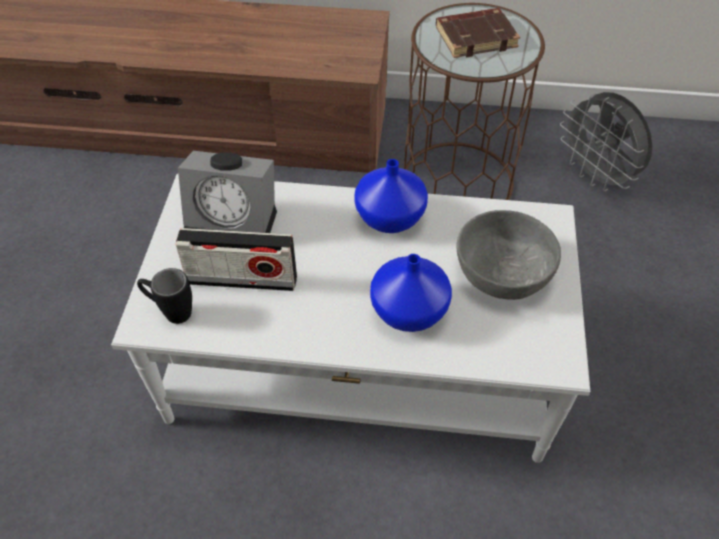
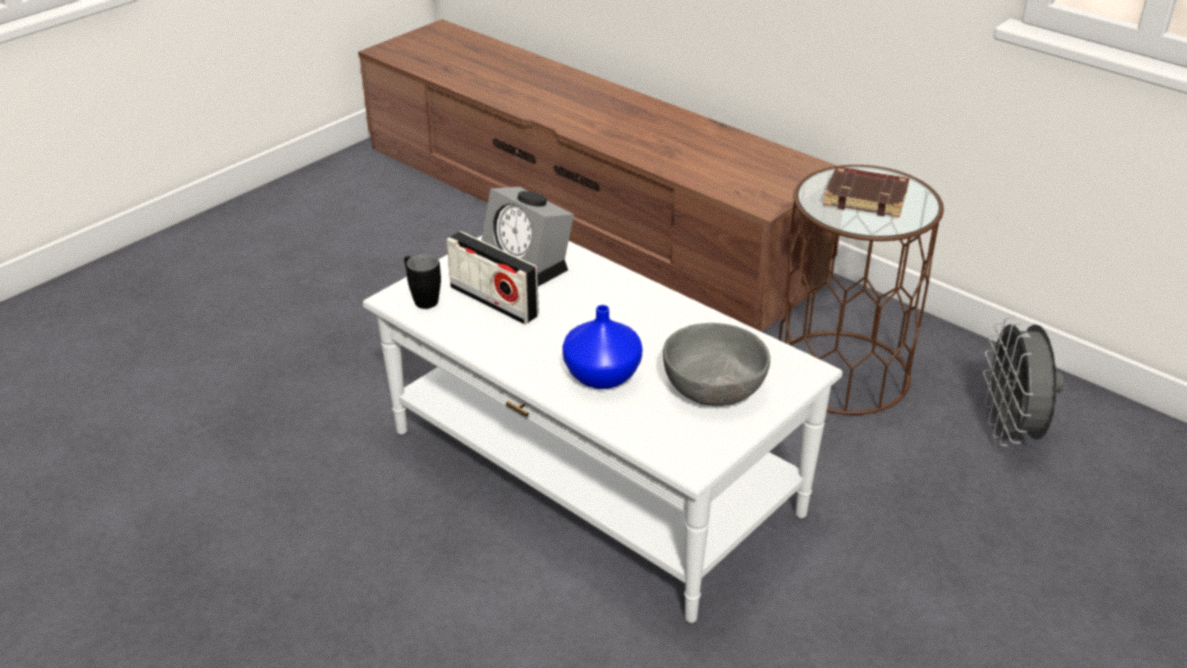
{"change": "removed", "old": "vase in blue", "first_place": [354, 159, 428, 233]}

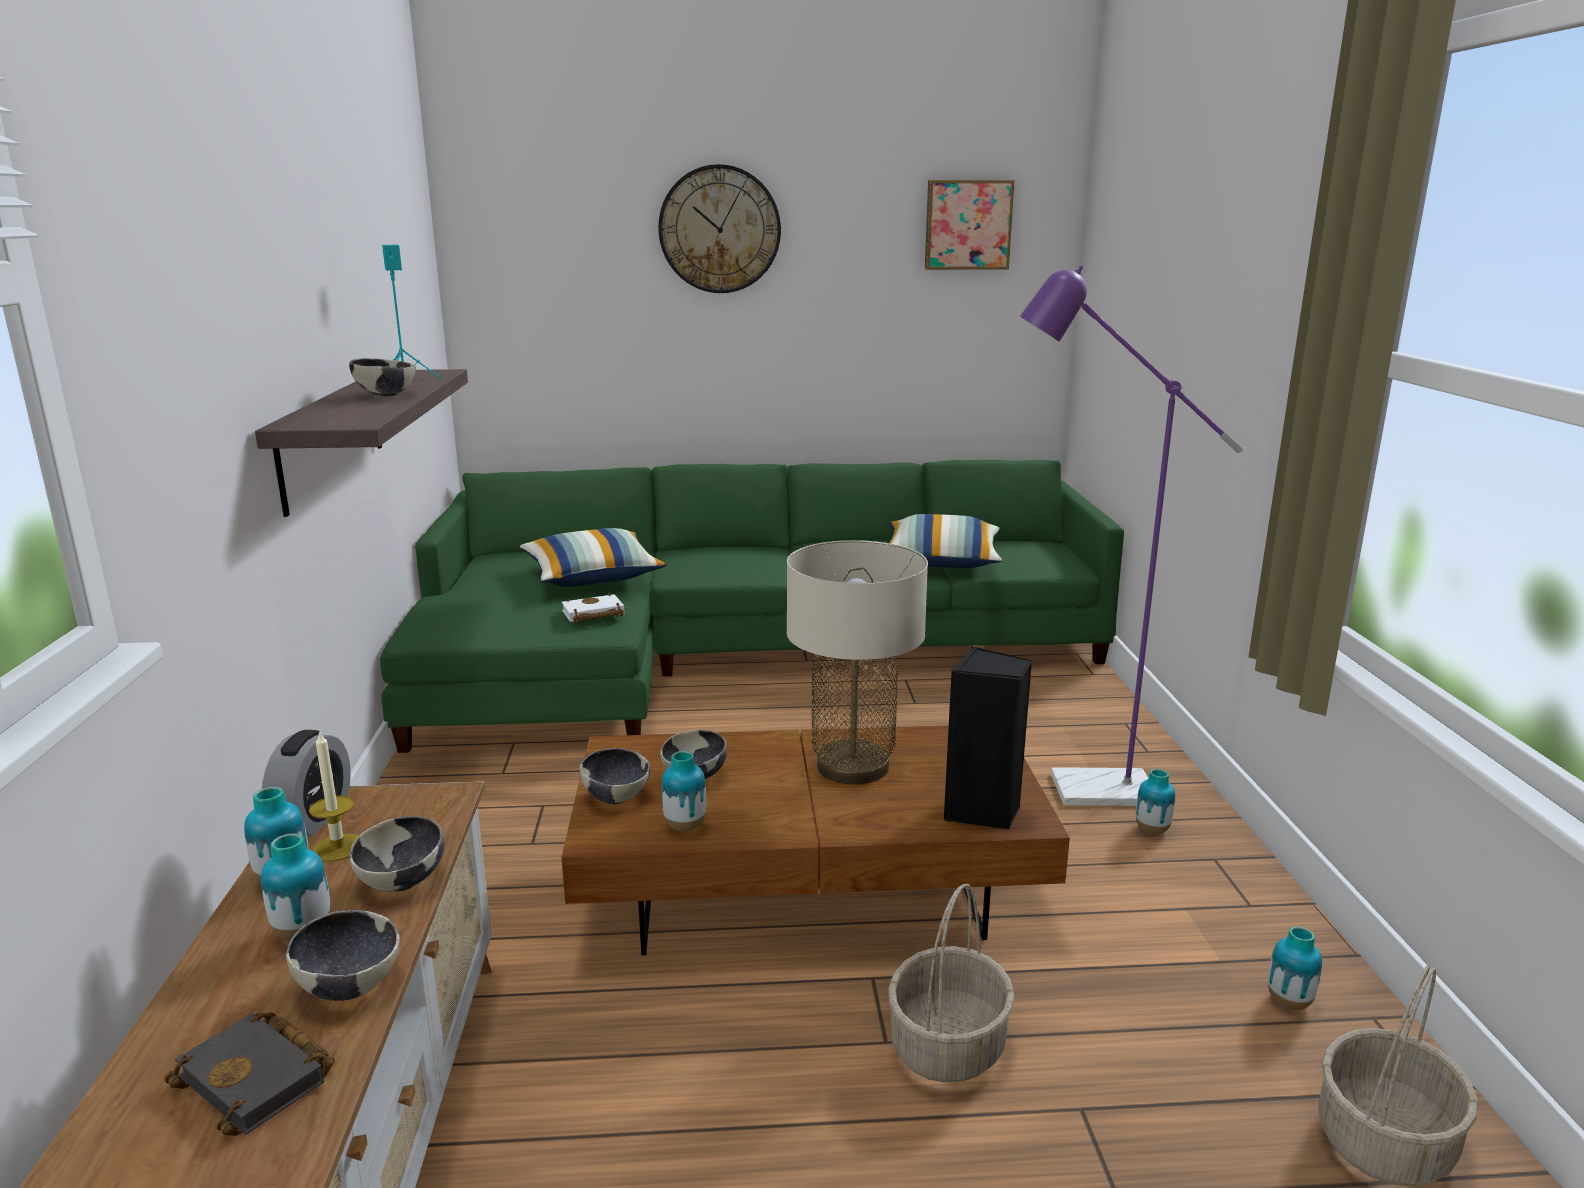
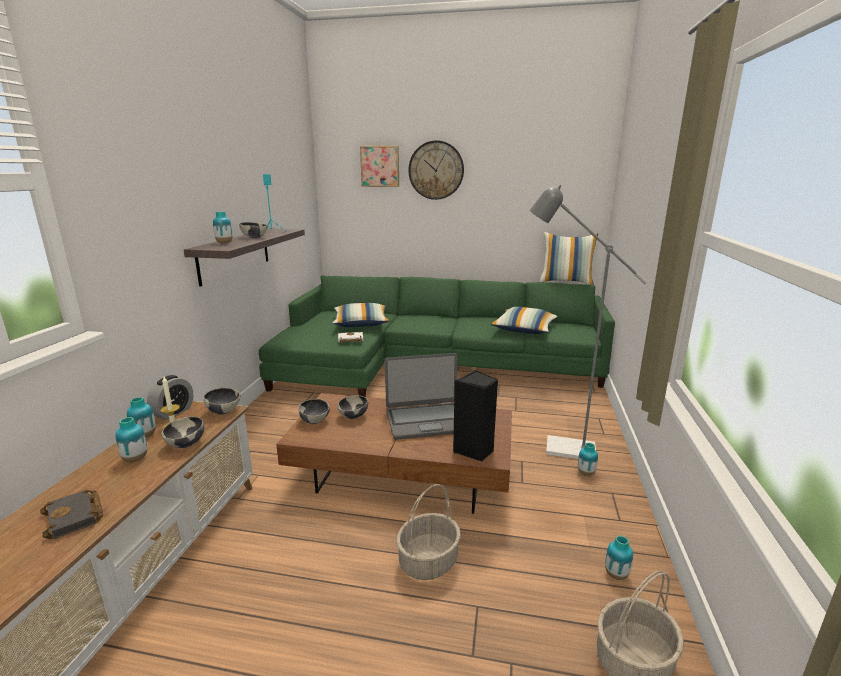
{"change": "moved", "old": "picture", "first_place": [925, 180, 1015, 270], "second_place": [360, 146, 399, 187]}
{"change": "recoloured", "old": "floor lamp in purple", "new": "floor lamp in grey", "first_place": [1020, 265, 1243, 806], "second_place": [529, 185, 647, 459]}
{"change": "replaced", "old": "table lamp", "new": "laptop", "first_place": [787, 540, 928, 784], "second_place": [385, 353, 457, 440]}
{"change": "moved", "old": "vase", "first_place": [662, 751, 706, 831], "second_place": [213, 211, 233, 244]}
{"change": "moved", "old": "bowl", "first_place": [286, 910, 400, 1001], "second_place": [203, 388, 240, 415]}
{"change": "added", "new": "pillow", "second_place": [540, 232, 598, 285]}

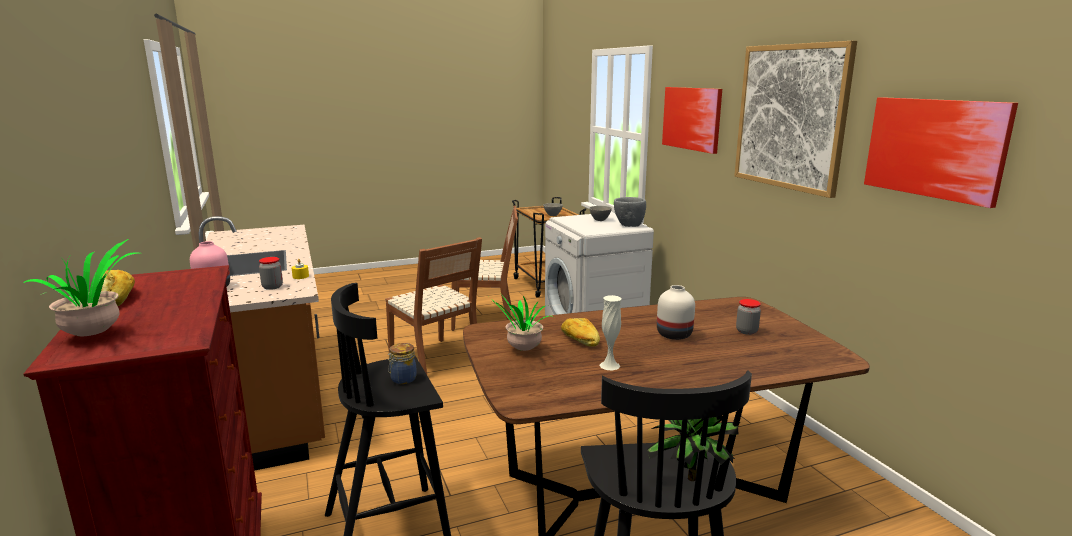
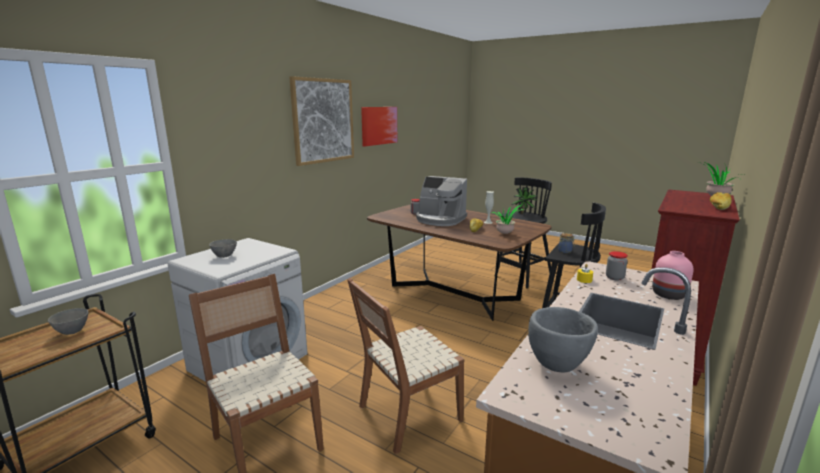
{"change": "removed", "old": "picture", "first_place": [662, 87, 722, 154]}
{"change": "moved", "old": "bowl in grey", "first_place": [614, 197, 646, 227], "second_place": [528, 307, 598, 372]}
{"change": "turned", "old": "chair", "first_place": [385, 237, 482, 374], "second_place": [347, 278, 464, 454], "degrees": -135}
{"change": "replaced", "old": "vase in white", "new": "coffee machine", "first_place": [657, 285, 695, 340], "second_place": [416, 176, 467, 226]}

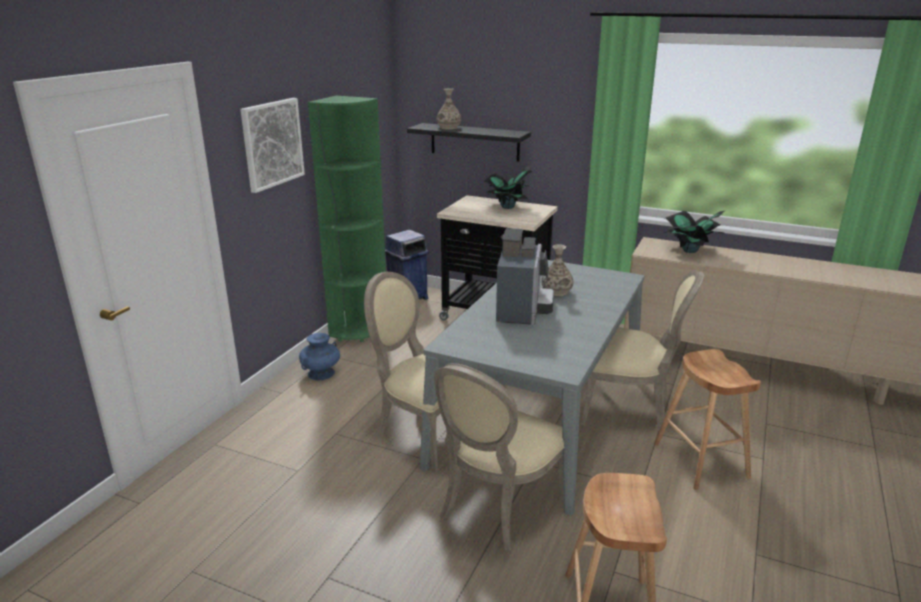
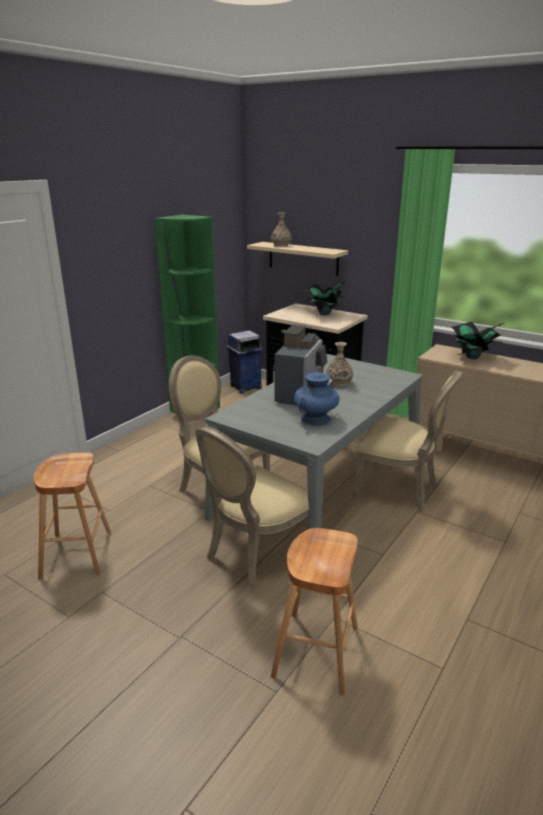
{"change": "removed", "old": "picture", "first_place": [240, 98, 305, 193]}
{"change": "recoloured", "old": "shelf in black", "new": "shelf in beige", "first_place": [407, 123, 531, 162], "second_place": [247, 242, 348, 276]}
{"change": "moved", "old": "vase in blue", "first_place": [299, 333, 340, 380], "second_place": [294, 372, 340, 425]}
{"change": "moved", "old": "stool in brown", "first_place": [654, 349, 761, 490], "second_place": [34, 452, 111, 579]}

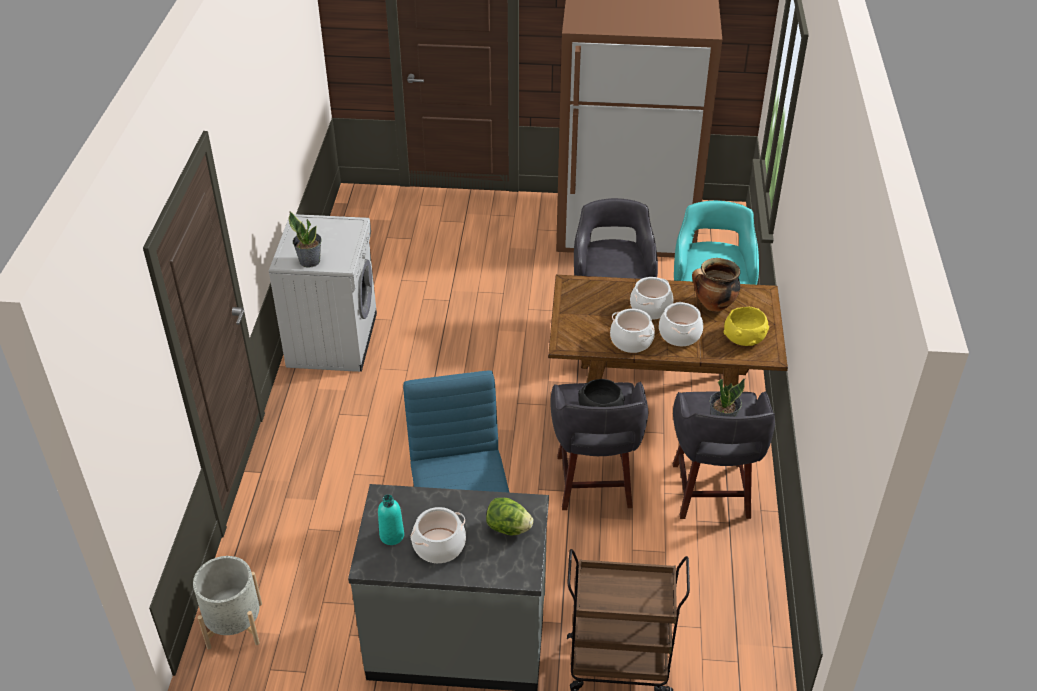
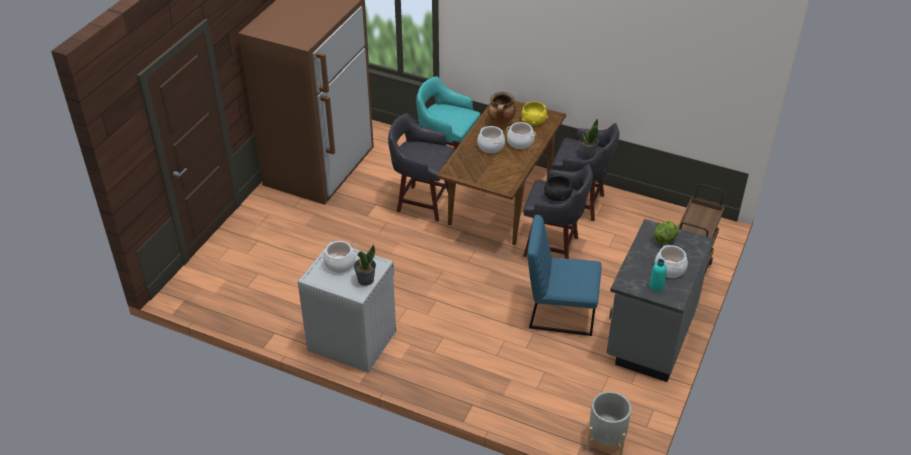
{"change": "moved", "old": "cooking pot", "first_place": [610, 309, 655, 353], "second_place": [323, 241, 356, 273]}

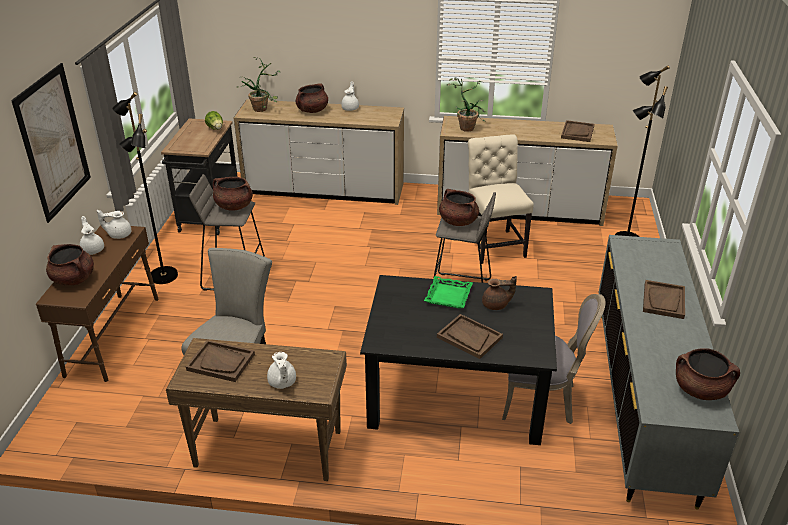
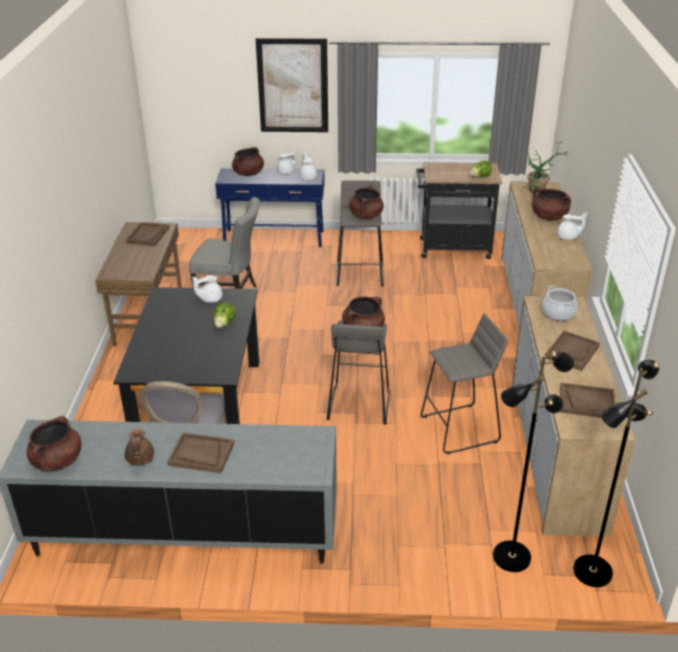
{"change": "replaced", "old": "potted plant", "new": "cooking pot", "first_place": [447, 77, 487, 132], "second_place": [542, 286, 577, 321]}
{"change": "moved", "old": "floor lamp in black", "first_place": [112, 92, 178, 284], "second_place": [573, 360, 659, 587]}
{"change": "replaced", "old": "chair in beige", "new": "stool in grey", "first_place": [468, 134, 534, 264], "second_place": [421, 314, 508, 454]}
{"change": "recoloured", "old": "console table in brown", "new": "console table in blue", "first_place": [36, 225, 159, 382], "second_place": [215, 168, 325, 247]}
{"change": "replaced", "old": "tray in green", "new": "lettuce", "first_place": [424, 276, 473, 309], "second_place": [213, 302, 236, 328]}
{"change": "moved", "old": "teapot in brown", "first_place": [482, 276, 517, 310], "second_place": [125, 429, 154, 466]}
{"change": "moved", "old": "tray in brown", "first_place": [437, 314, 503, 359], "second_place": [545, 331, 600, 371]}
{"change": "moved", "old": "teapot in white", "first_place": [267, 352, 296, 389], "second_place": [192, 275, 223, 303]}

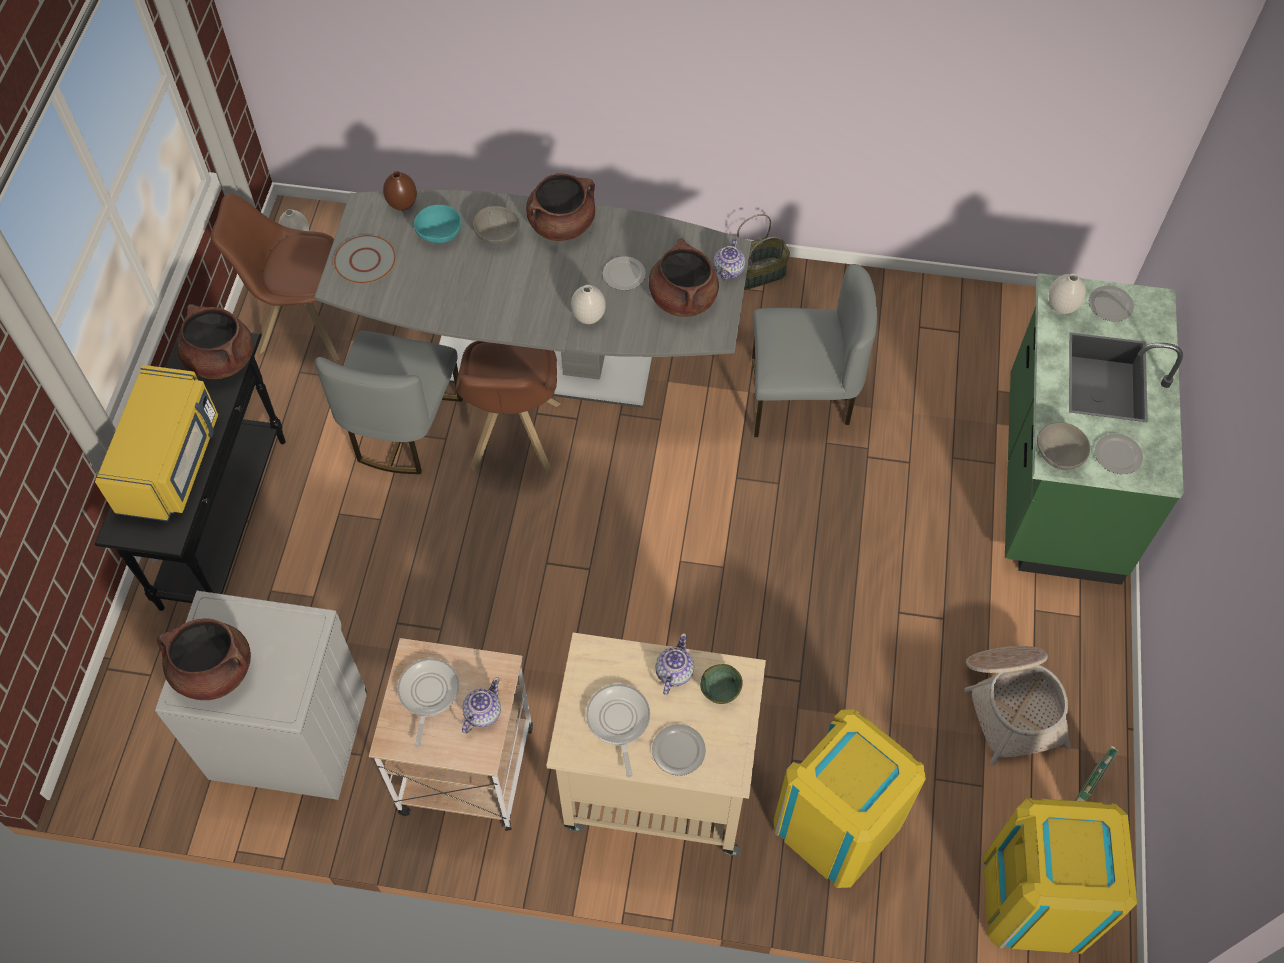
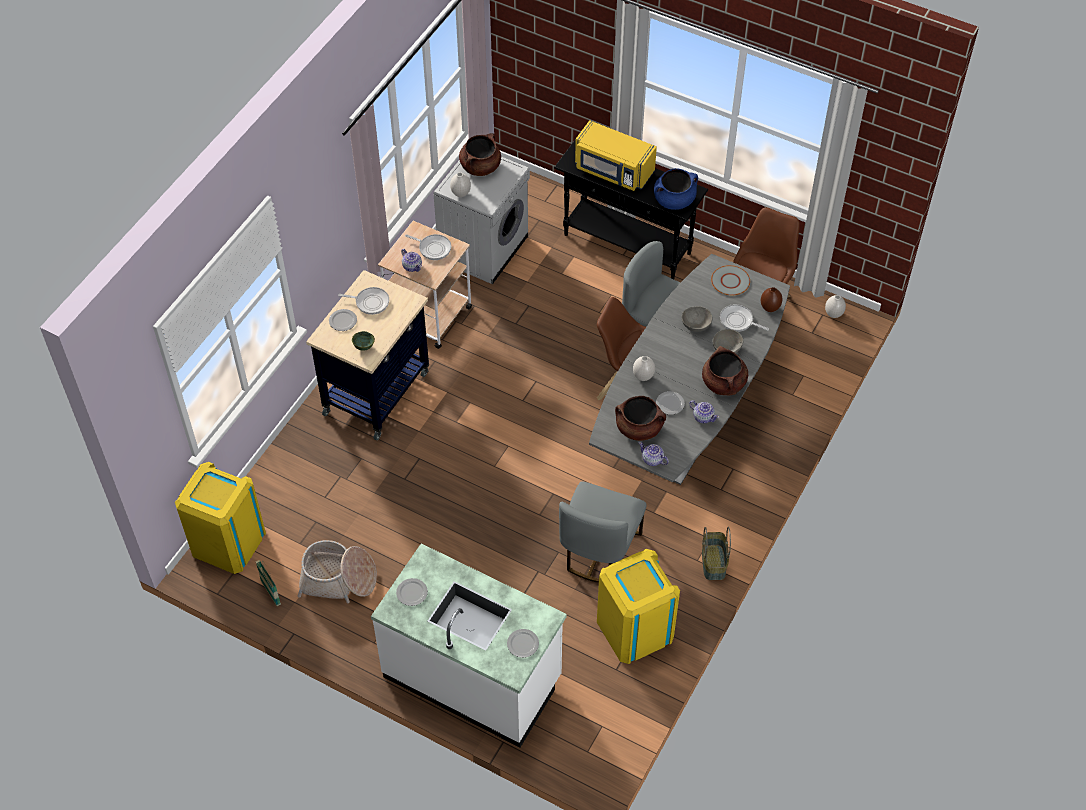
{"change": "replaced", "old": "bowl in turquoise", "new": "frying pan", "first_place": [414, 205, 461, 243], "second_place": [720, 304, 769, 332]}
{"change": "recoloured", "old": "counter in green", "new": "counter in white", "first_place": [1005, 273, 1184, 585], "second_place": [371, 543, 567, 748]}
{"change": "moved", "old": "vase in white", "first_place": [1048, 273, 1086, 314], "second_place": [450, 172, 471, 197]}
{"change": "recoloured", "old": "cooking pot in brown", "new": "cooking pot in blue", "first_place": [177, 304, 253, 379], "second_place": [654, 168, 698, 210]}
{"change": "moved", "old": "bowl in grey", "first_place": [1037, 422, 1090, 470], "second_place": [682, 306, 712, 332]}
{"change": "recoloured", "old": "cart in beige", "new": "cart in blue", "first_place": [547, 633, 766, 856], "second_place": [306, 270, 429, 440]}
{"change": "moved", "old": "teapot", "first_place": [655, 633, 694, 695], "second_place": [689, 400, 719, 423]}
{"change": "moved", "old": "trash can in yellow", "first_place": [774, 709, 926, 888], "second_place": [597, 549, 680, 664]}

